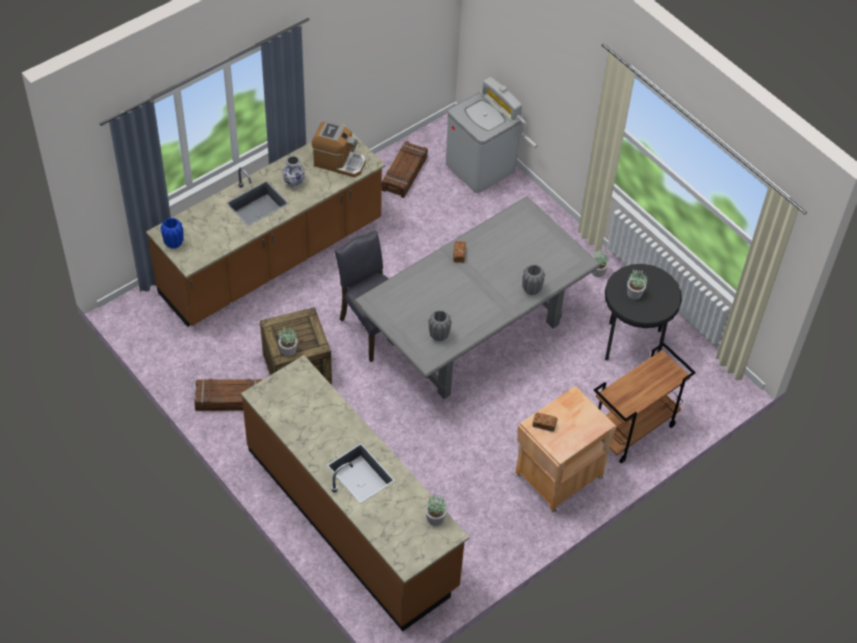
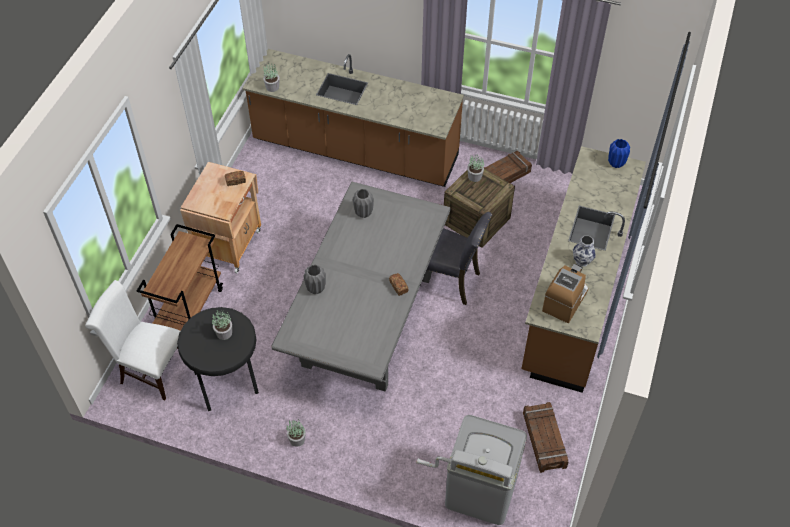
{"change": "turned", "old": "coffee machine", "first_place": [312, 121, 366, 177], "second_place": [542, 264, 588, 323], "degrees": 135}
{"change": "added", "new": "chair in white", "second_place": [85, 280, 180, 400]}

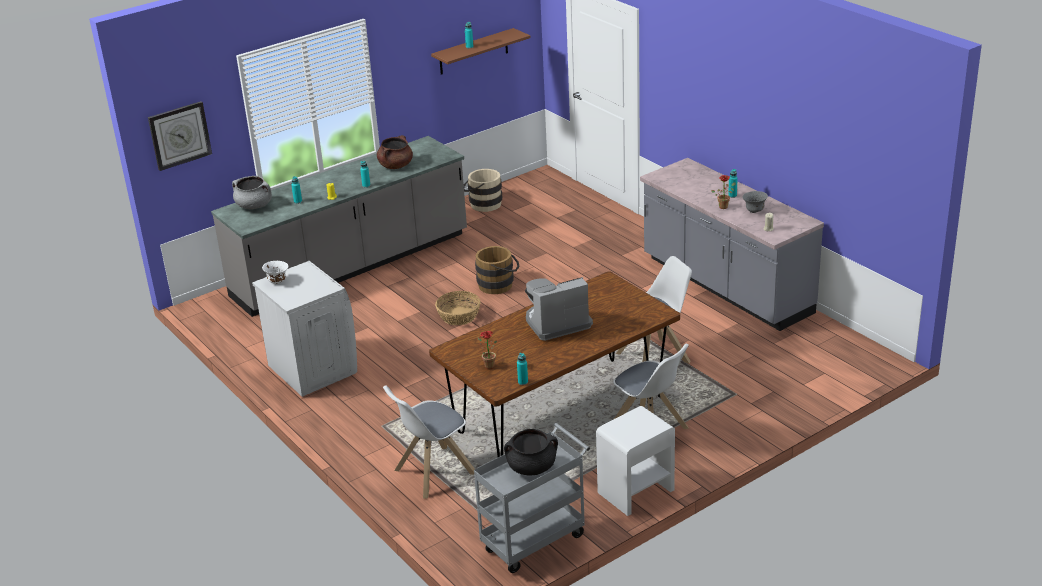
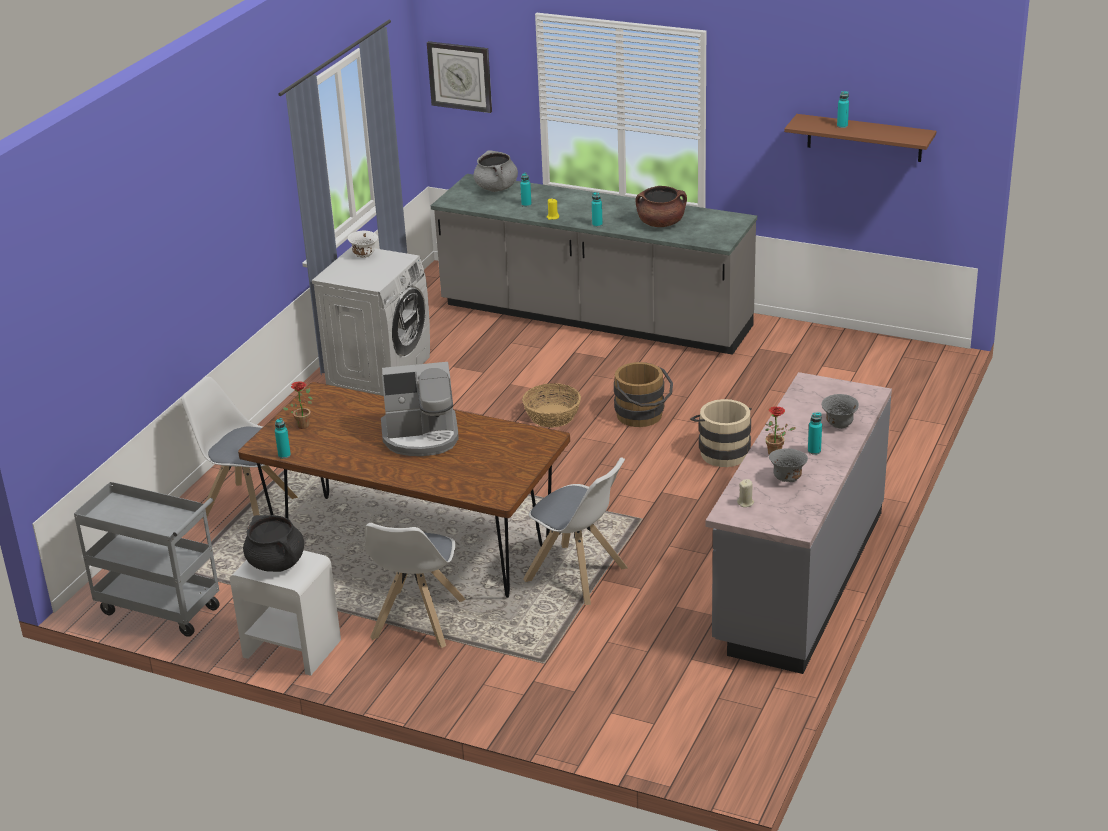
{"change": "moved", "old": "bucket in beige", "first_place": [464, 169, 502, 212], "second_place": [690, 399, 752, 467]}
{"change": "turned", "old": "coffee machine", "first_place": [525, 277, 593, 341], "second_place": [381, 362, 458, 456], "degrees": 135}
{"change": "moved", "old": "cooking pot in black", "first_place": [504, 429, 558, 475], "second_place": [243, 515, 304, 572]}
{"change": "added", "new": "bowl in grey", "second_place": [822, 394, 859, 429]}

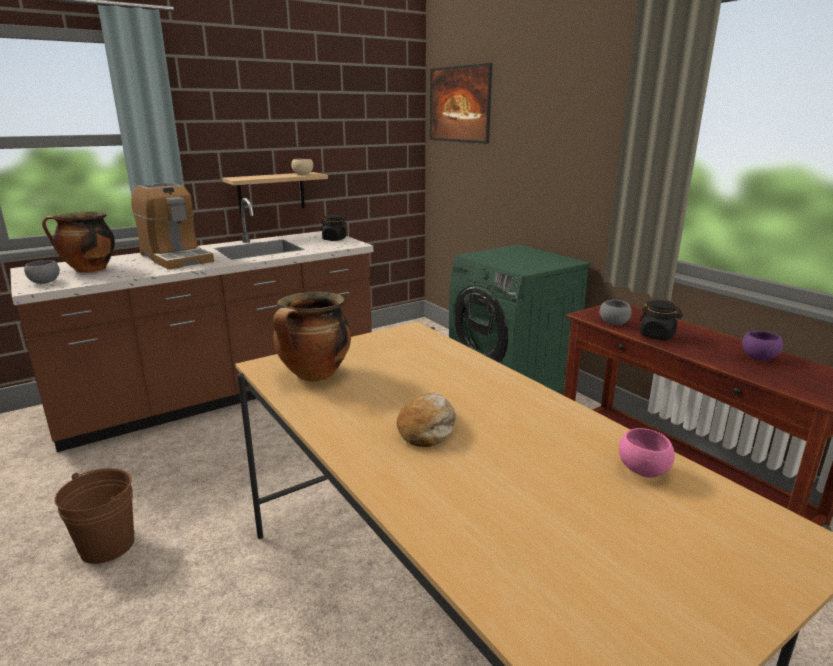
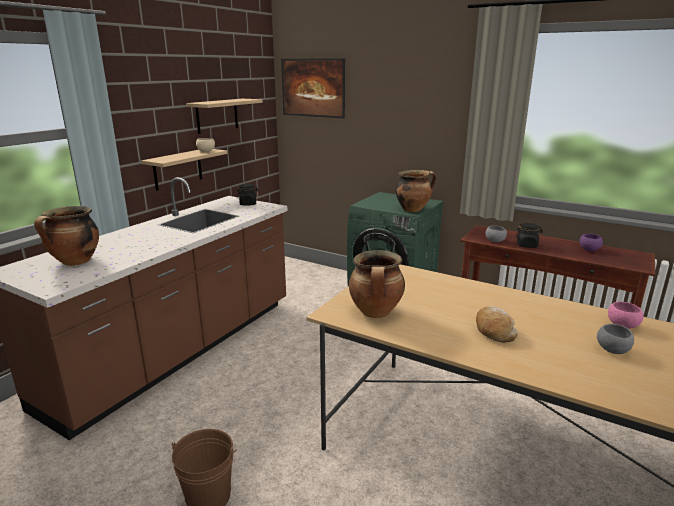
{"change": "removed", "old": "coffee machine", "first_place": [131, 183, 214, 270]}
{"change": "moved", "old": "bowl in grey", "first_place": [24, 260, 60, 284], "second_place": [597, 324, 634, 354]}
{"change": "added", "new": "shelf", "second_place": [186, 99, 263, 134]}
{"change": "added", "new": "cooking pot", "second_place": [396, 170, 436, 212]}

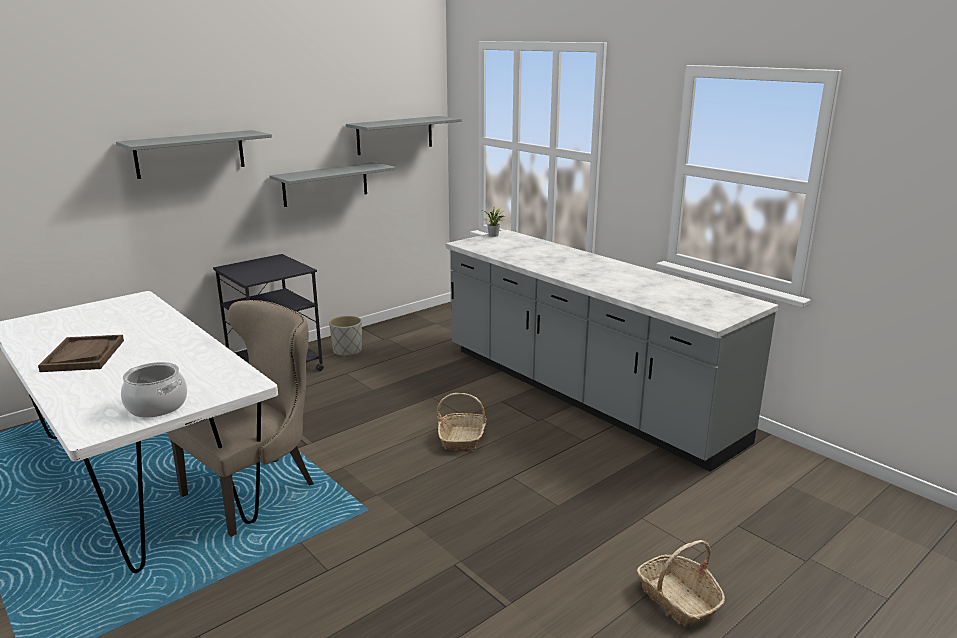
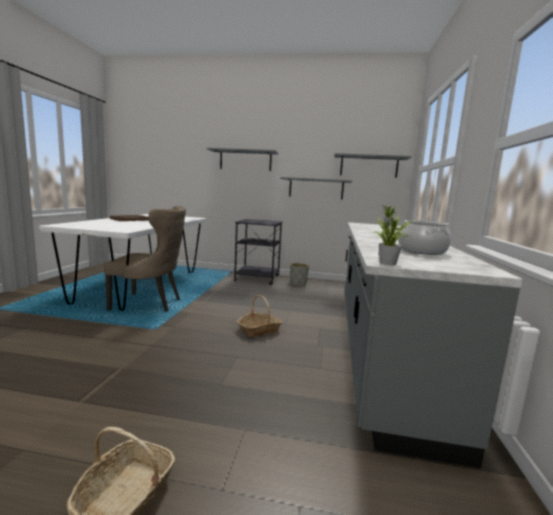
{"change": "moved", "old": "cooking pot", "first_place": [121, 362, 187, 418], "second_place": [398, 220, 451, 255]}
{"change": "added", "new": "potted plant", "second_place": [373, 214, 413, 265]}

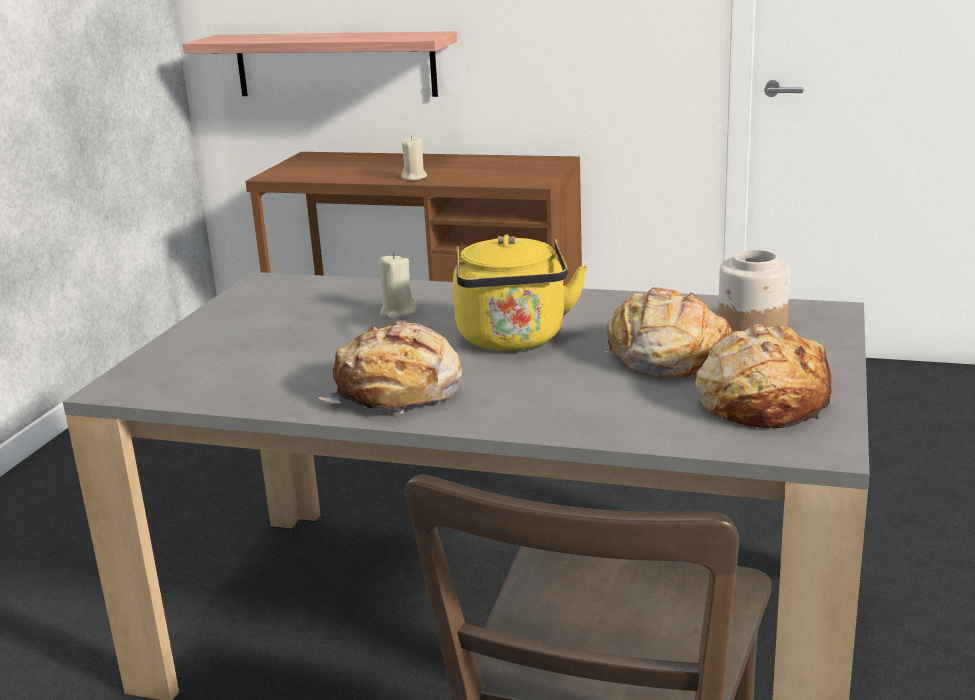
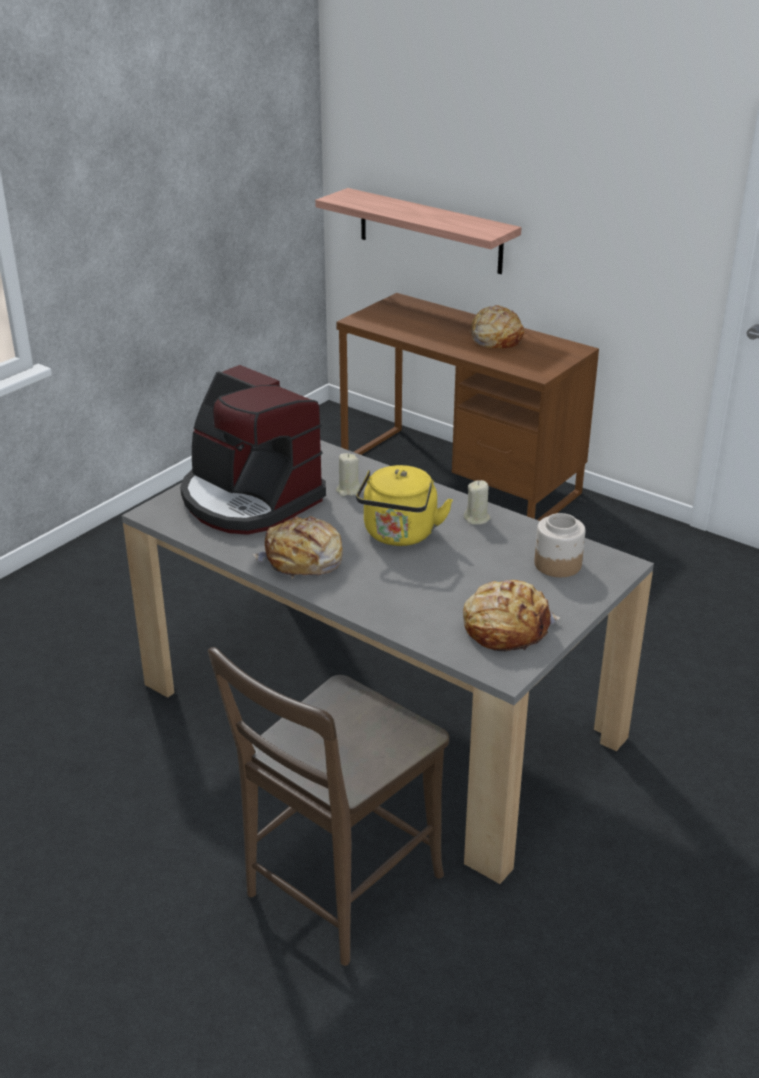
{"change": "moved", "old": "candle in beige", "first_place": [401, 136, 427, 180], "second_place": [464, 480, 490, 525]}
{"change": "moved", "old": "bread", "first_place": [605, 287, 732, 378], "second_place": [470, 305, 524, 348]}
{"change": "added", "new": "coffee machine", "second_place": [180, 365, 326, 535]}

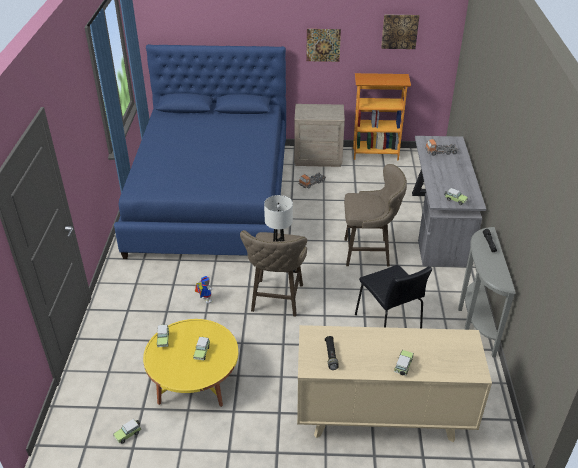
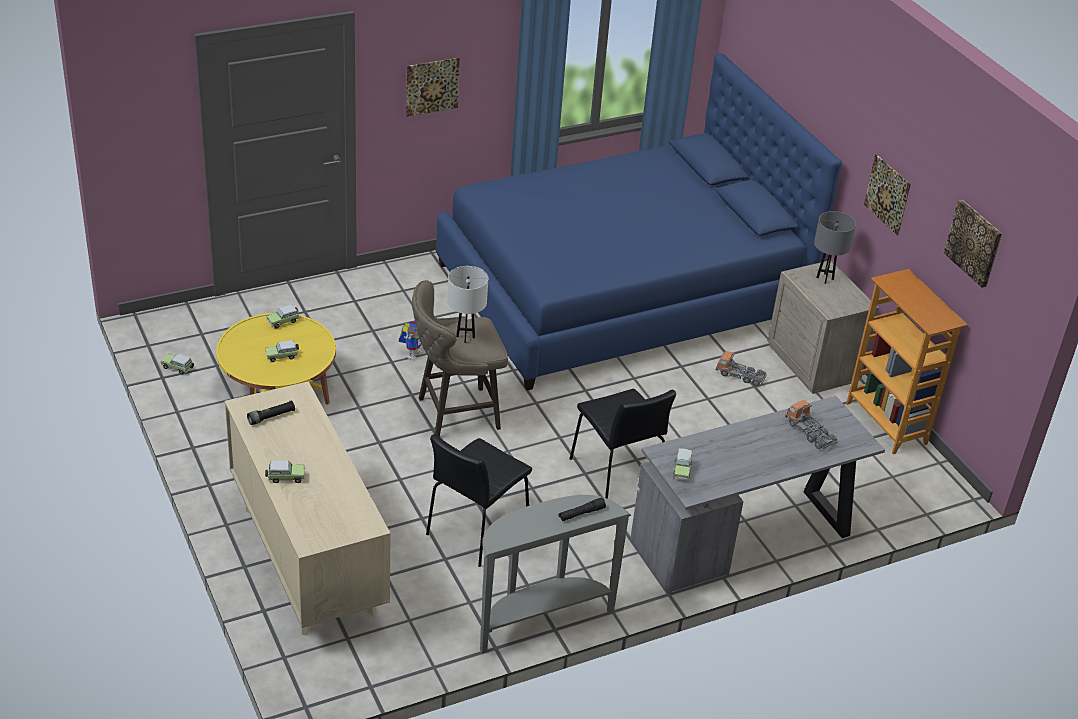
{"change": "replaced", "old": "stool in beige", "new": "chair in black", "first_place": [344, 164, 407, 267], "second_place": [569, 389, 676, 499]}
{"change": "added", "new": "picture", "second_place": [406, 58, 460, 117]}
{"change": "added", "new": "table lamp in grey", "second_place": [814, 211, 856, 284]}

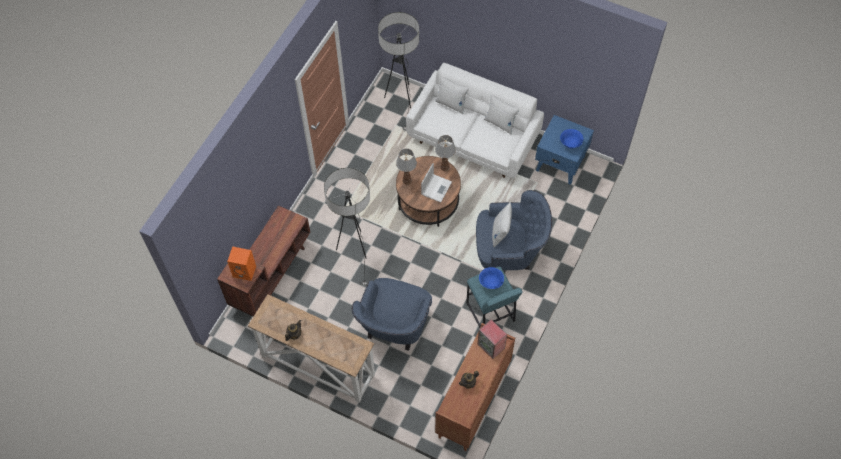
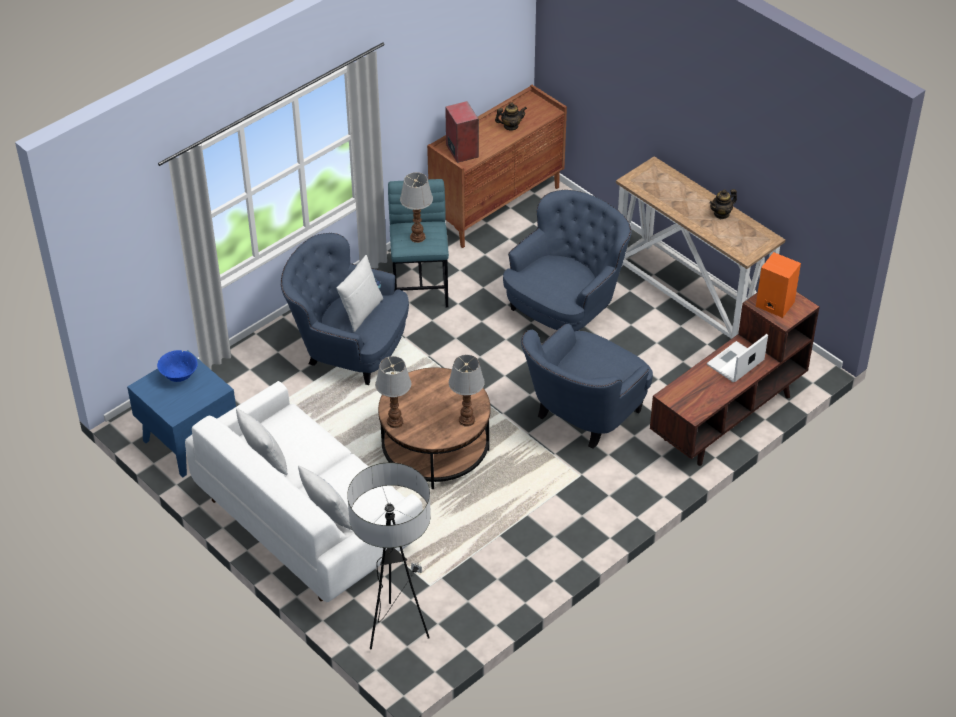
{"change": "moved", "old": "laptop", "first_place": [421, 163, 452, 203], "second_place": [707, 334, 768, 382]}
{"change": "replaced", "old": "floor lamp", "new": "armchair in blue", "first_place": [324, 168, 370, 287], "second_place": [521, 324, 653, 449]}
{"change": "replaced", "old": "bowl in blue", "new": "table lamp", "first_place": [479, 267, 504, 289], "second_place": [400, 172, 433, 243]}

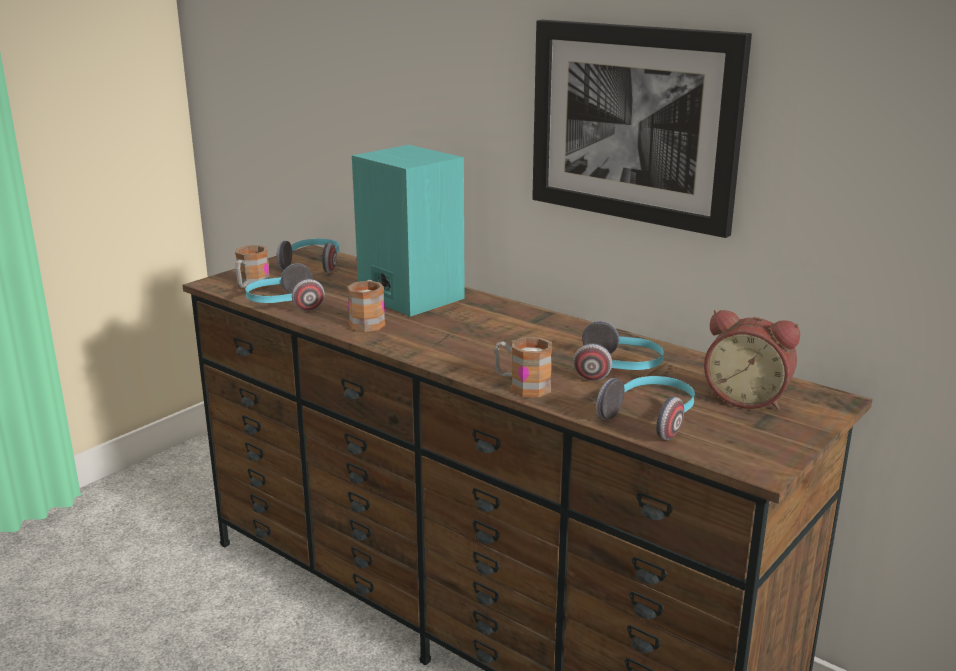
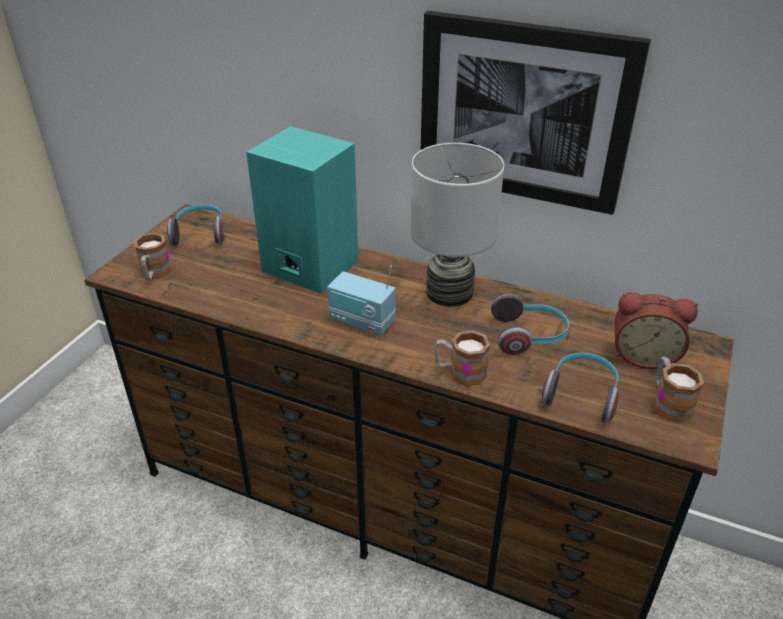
{"change": "removed", "old": "headphones", "first_place": [245, 263, 325, 311]}
{"change": "moved", "old": "mug", "first_place": [347, 280, 386, 332], "second_place": [653, 357, 704, 422]}
{"change": "added", "new": "table lamp in grey", "second_place": [411, 143, 504, 307]}
{"change": "added", "new": "radio", "second_place": [327, 265, 396, 336]}

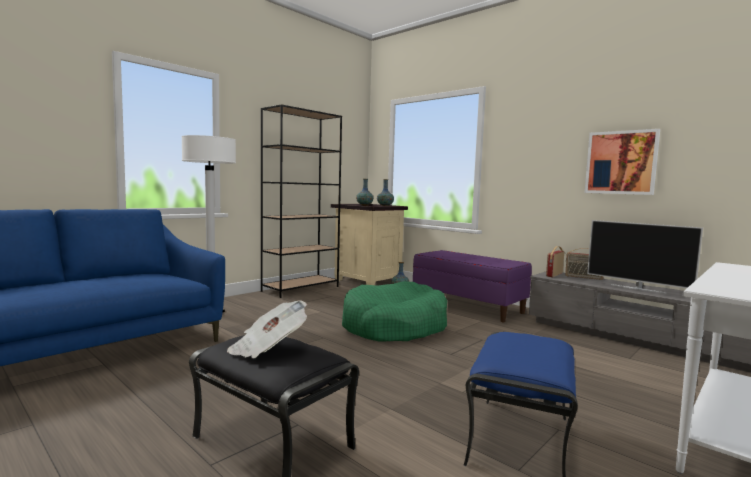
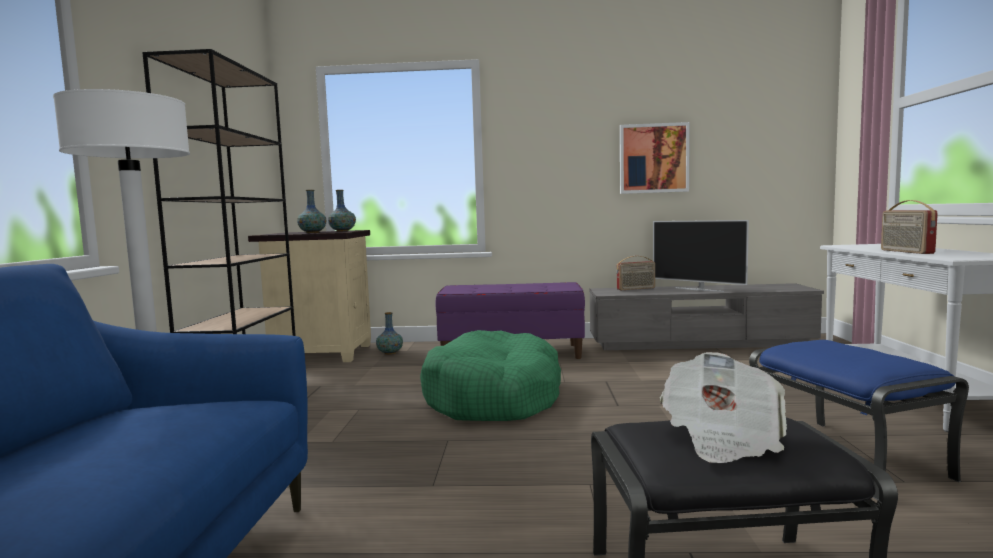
{"change": "turned", "old": "television", "first_place": [587, 220, 703, 293], "second_place": [653, 220, 749, 292], "degrees": 45}
{"change": "moved", "old": "radio", "first_place": [546, 246, 564, 277], "second_place": [881, 200, 938, 254]}

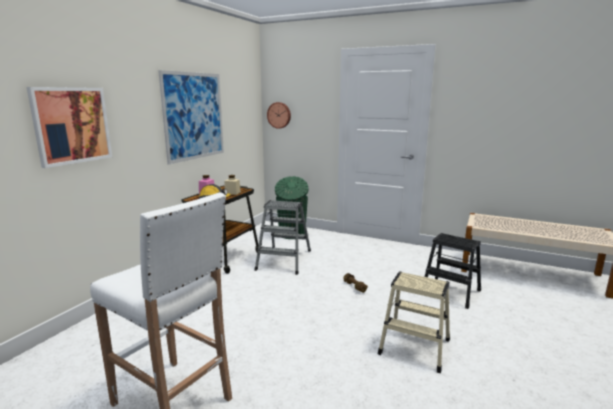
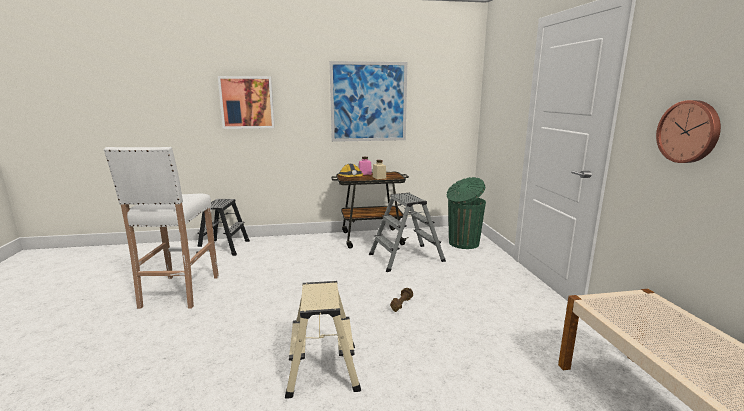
{"change": "moved", "old": "wall clock", "first_place": [267, 102, 291, 129], "second_place": [656, 100, 721, 163]}
{"change": "moved", "old": "step ladder in black", "first_place": [425, 233, 481, 309], "second_place": [196, 199, 250, 256]}

